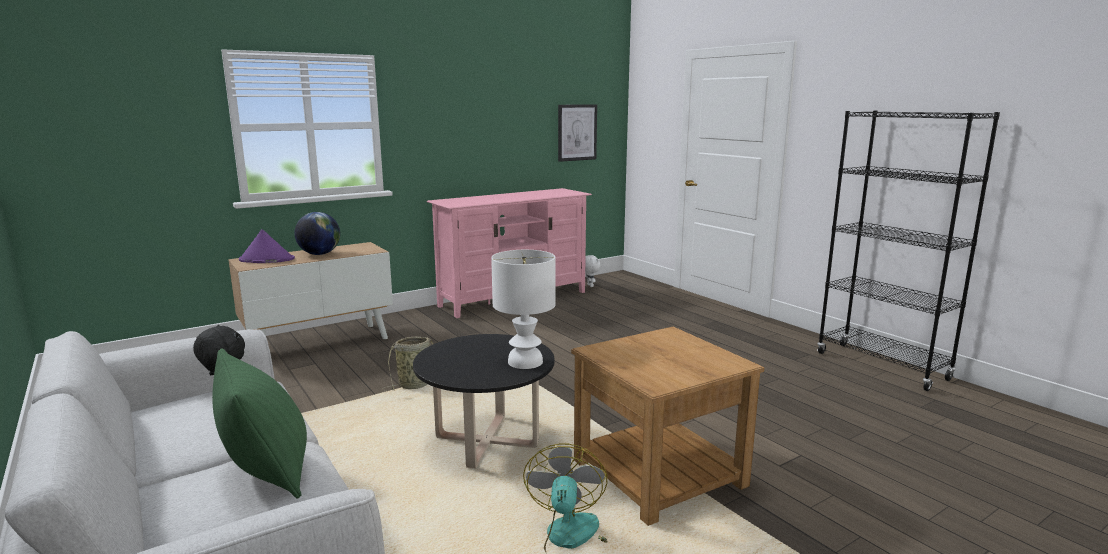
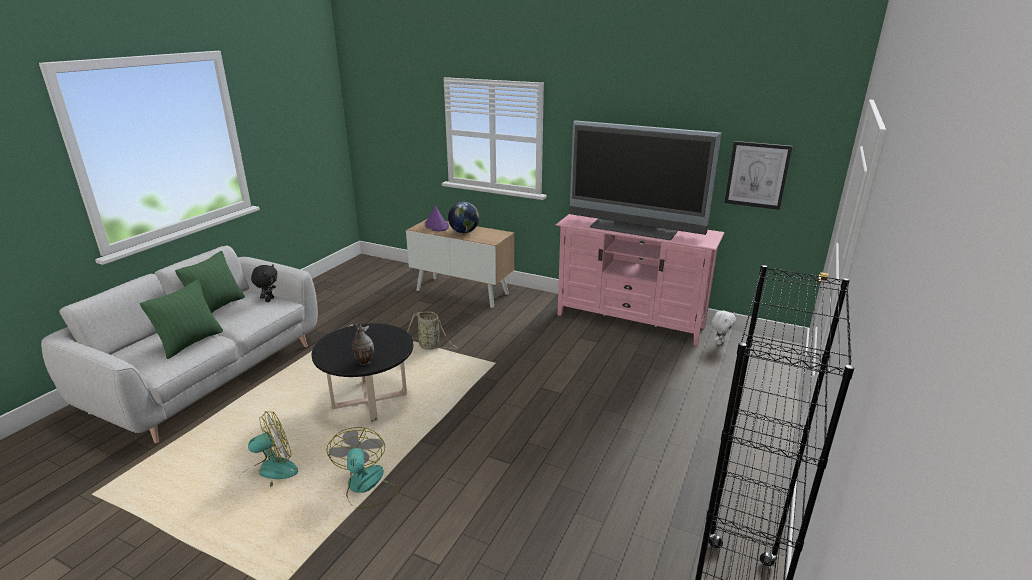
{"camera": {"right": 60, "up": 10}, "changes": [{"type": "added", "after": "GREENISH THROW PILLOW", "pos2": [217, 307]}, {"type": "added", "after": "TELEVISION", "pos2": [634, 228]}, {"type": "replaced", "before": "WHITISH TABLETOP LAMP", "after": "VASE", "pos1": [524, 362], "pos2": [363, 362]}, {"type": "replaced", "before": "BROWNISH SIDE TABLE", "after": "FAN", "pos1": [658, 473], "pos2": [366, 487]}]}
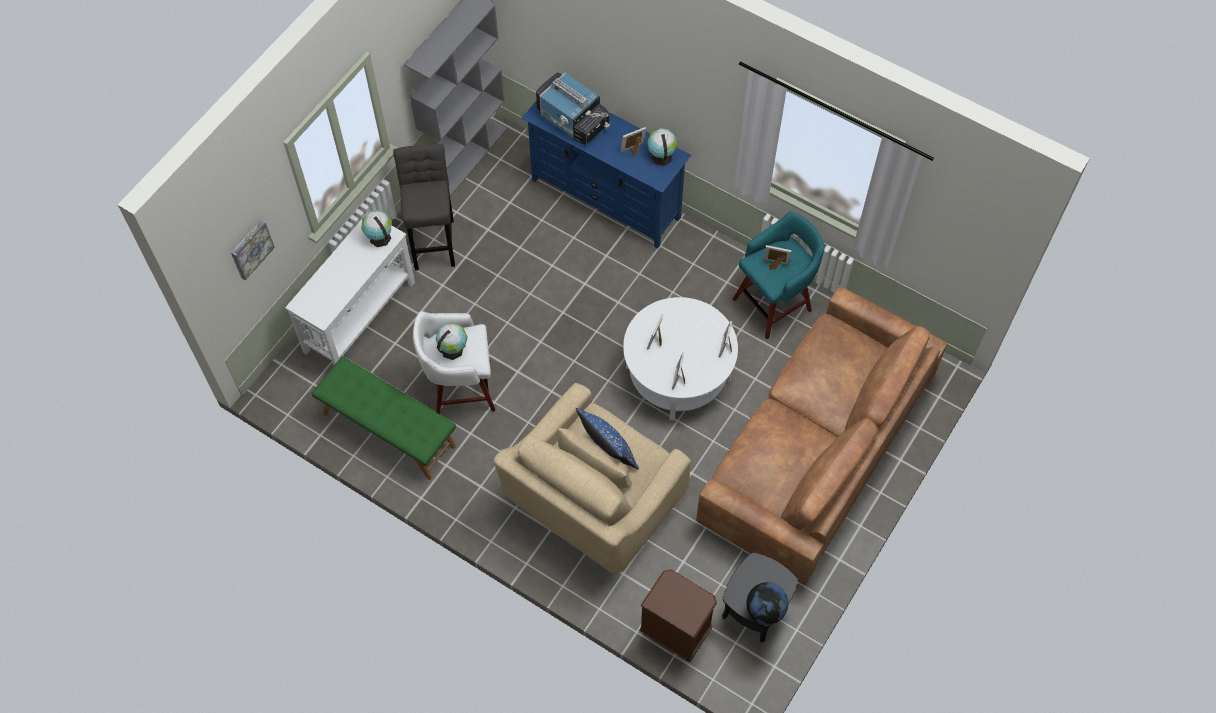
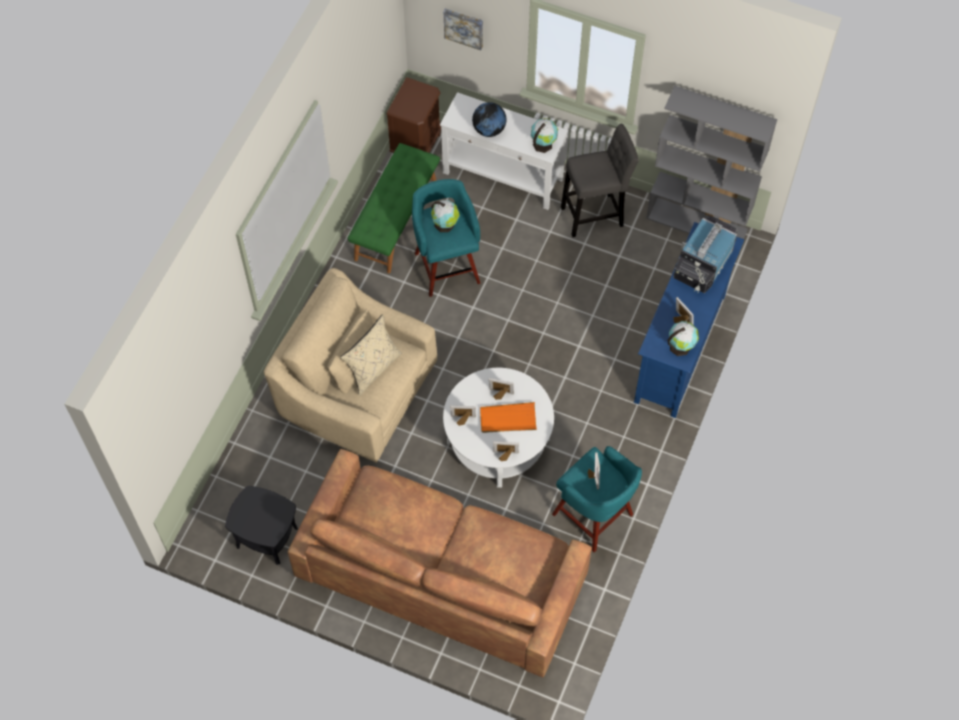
{"camera": {"right": 80, "up": 0}, "changes": [{"type": "added", "after": "ORANGEY TRAY", "pos2": [508, 419]}, {"type": "moved", "before": "BROWNISH NIGHT TABLE", "pos1": [675, 631], "pos2": [416, 145]}, {"type": "moved", "before": "DESK GLOBE", "pos1": [765, 610], "pos2": [489, 130]}, {"type": "recoloured", "before": "WHITISH STOOL", "after": "TURQUOISE-COLOURED STOOL", "pos1": [460, 388], "pos2": [446, 266]}, {"type": "recoloured", "before": "BLUE THROW PILLOW", "after": "BEIGE THROW PILLOW", "pos1": [607, 452], "pos2": [373, 369]}]}
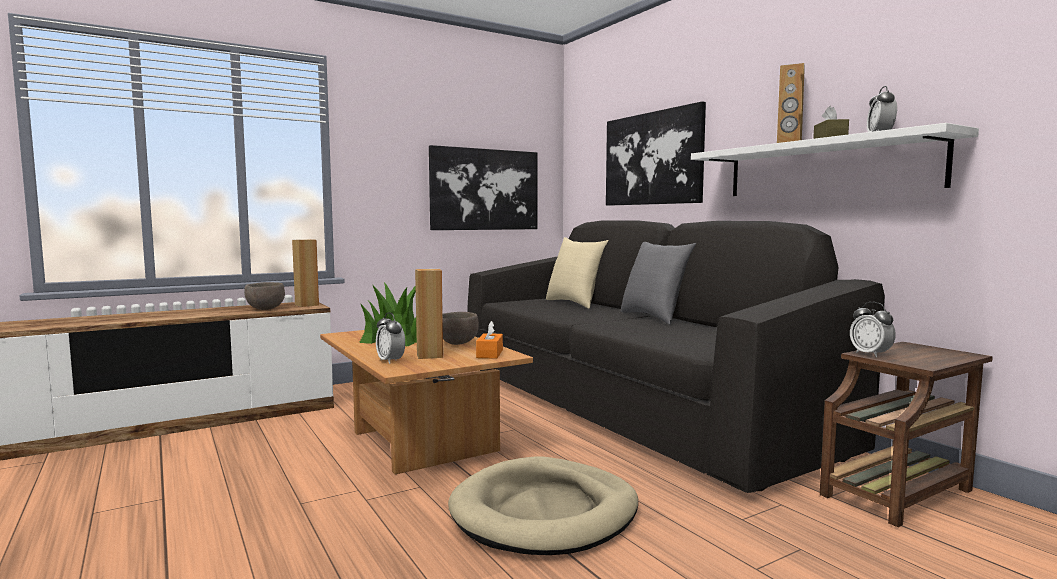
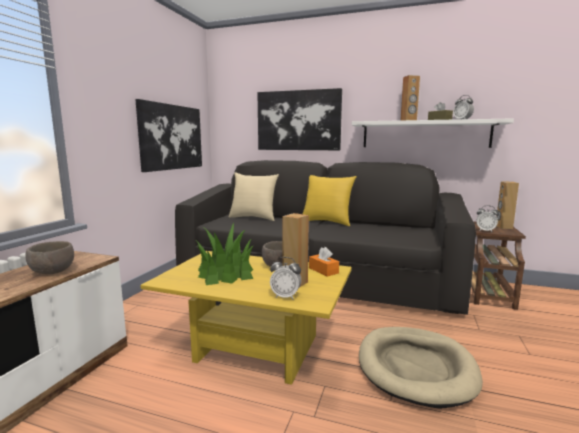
{"camera": {"right": -40, "up": 5}, "changes": [{"type": "moved", "before": "BROWNISH LOUDSPEAKER", "pos1": [306, 305], "pos2": [503, 227]}, {"type": "recoloured", "before": "BROWNISH COFFEE TABLE", "after": "YELLOW-COLOURED COFFEE TABLE", "pos1": [419, 441], "pos2": [254, 349]}, {"type": "recoloured", "before": "GREYISH THROW PILLOW", "after": "YELLOW-COLOURED THROW PILLOW", "pos1": [654, 317], "pos2": [327, 222]}]}
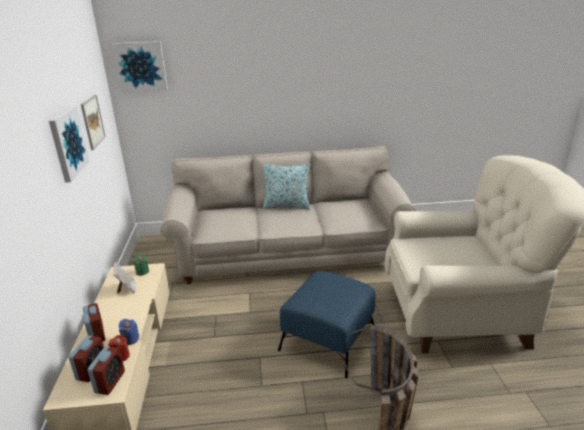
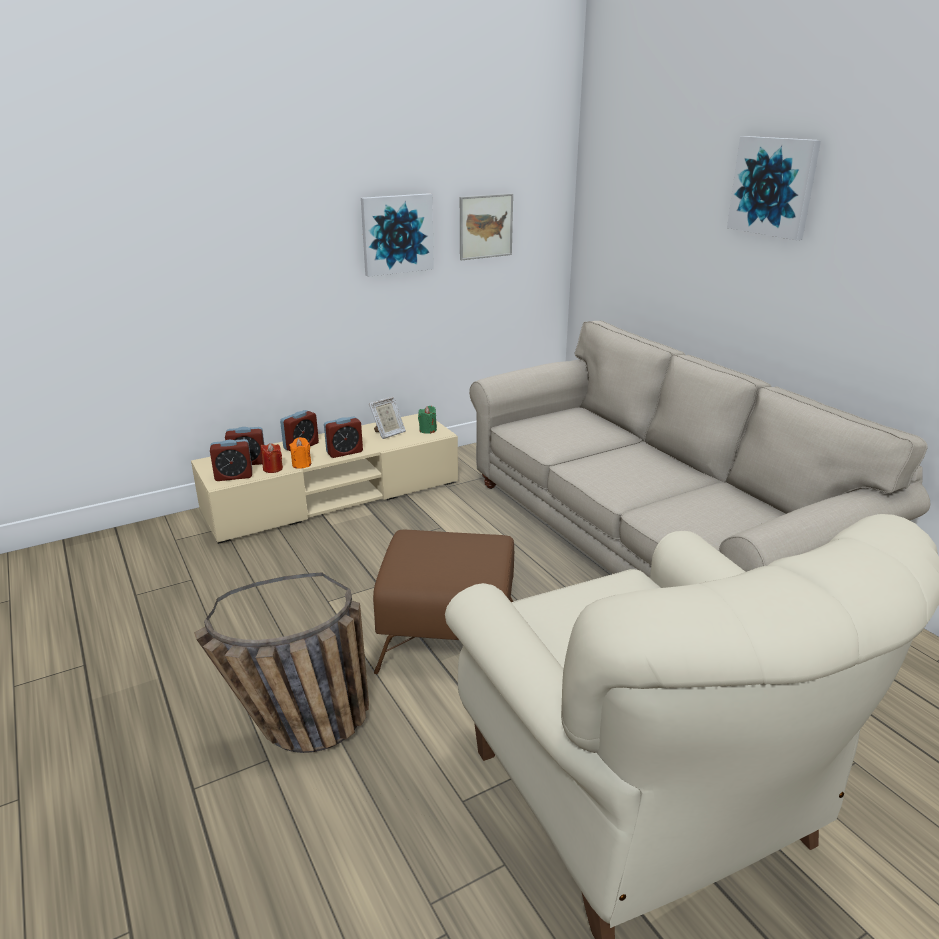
{"camera": {"right": 65, "up": 0}, "changes": [{"type": "removed", "before": "THROW PILLOW", "pos1": [287, 206]}, {"type": "added", "after": "TABLE CLOCK", "pos2": [344, 452]}, {"type": "moved", "before": "PICTURE", "pos1": [141, 66], "pos2": [773, 186]}, {"type": "recoloured", "before": "BLUE WAX CANDLE", "after": "ORANGEY WAX CANDLE", "pos1": [130, 339], "pos2": [301, 464]}, {"type": "recoloured", "before": "BLUE FOOTREST", "after": "BROWNISH FOOTREST", "pos1": [329, 339], "pos2": [449, 636]}]}
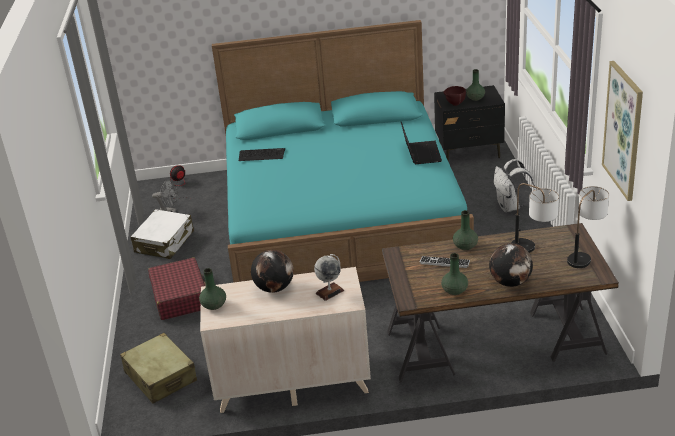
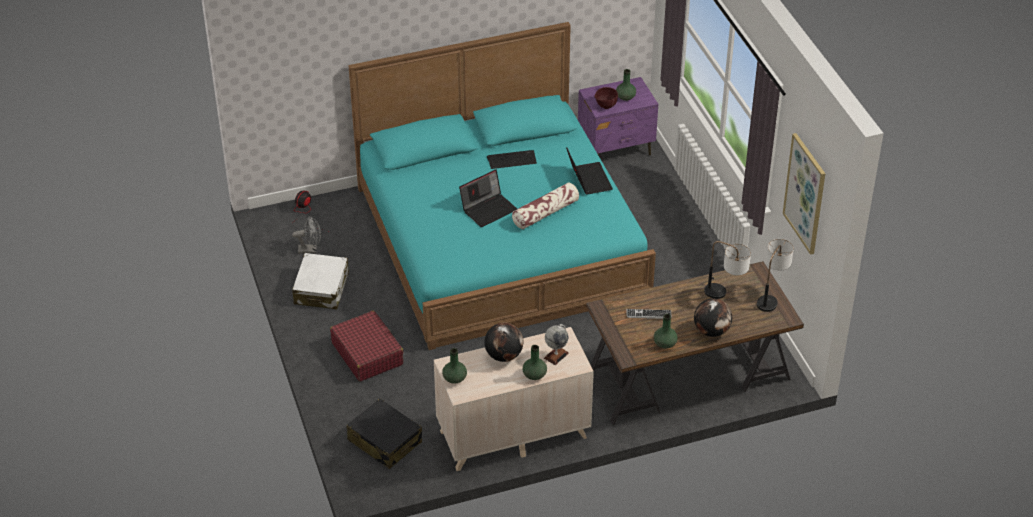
{"camera": {"right": -15, "up": 10}, "changes": [{"type": "removed", "before": "WHITISH RUCKSACK", "pos1": [510, 207]}, {"type": "added", "after": "PORTABLE COMPUTER", "pos2": [488, 209]}, {"type": "added", "after": "THROW PILLOW", "pos2": [545, 213]}, {"type": "moved", "before": "COMPUTER KEYBOARD", "pos1": [261, 155], "pos2": [512, 160]}, {"type": "moved", "before": "GREENISH VASE", "pos1": [465, 246], "pos2": [534, 375]}, {"type": "recoloured", "before": "BEIGE SUITCASE", "after": "BLACKISH SUITCASE", "pos1": [160, 377], "pos2": [384, 441]}, {"type": "recoloured", "before": "BLACKISH NIGHT TABLE", "after": "PURPLE NIGHT TABLE", "pos1": [469, 152], "pos2": [616, 149]}]}
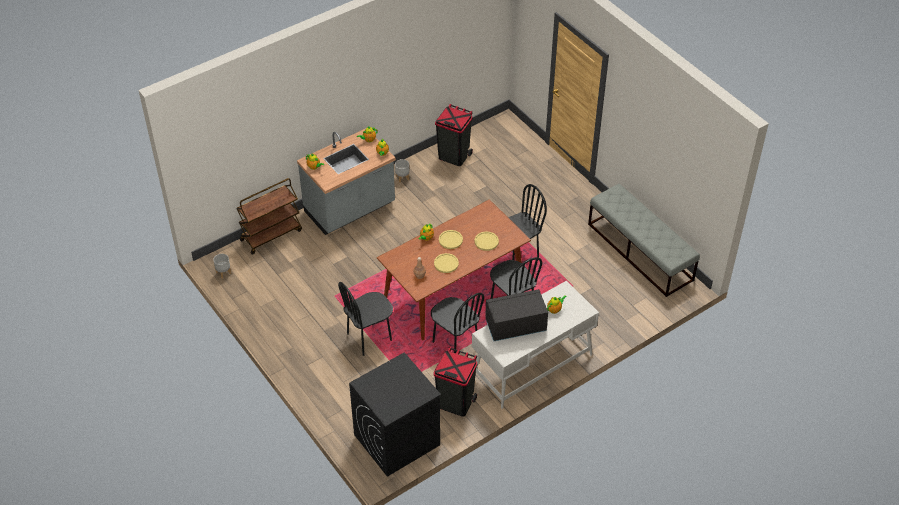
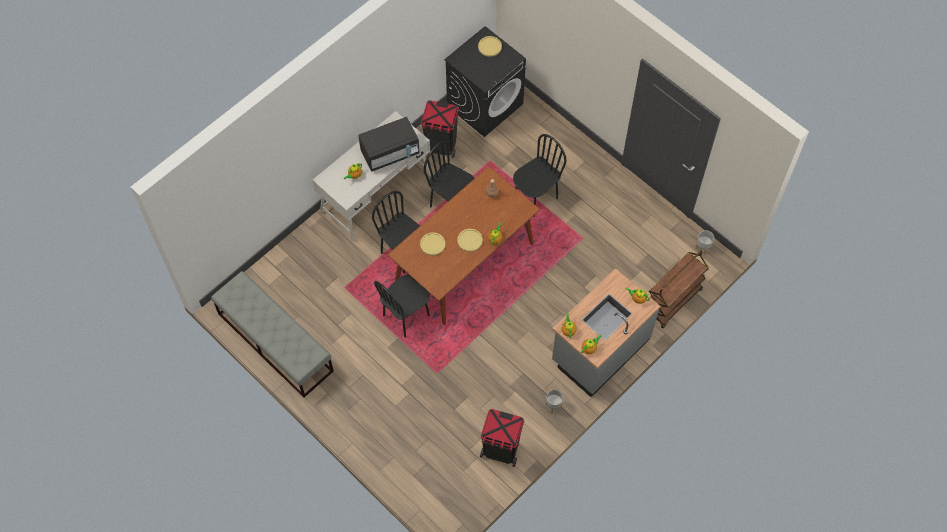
{"camera": {"right": 170, "up": 15}, "changes": [{"type": "moved", "before": "YELLOW-COLOURED FLAT DISH", "pos1": [446, 263], "pos2": [489, 46]}]}
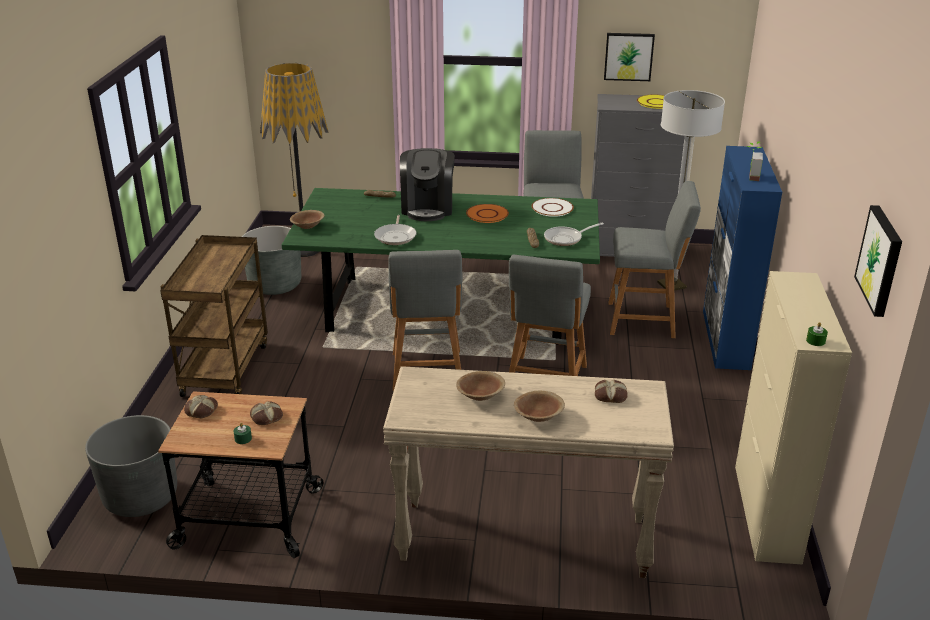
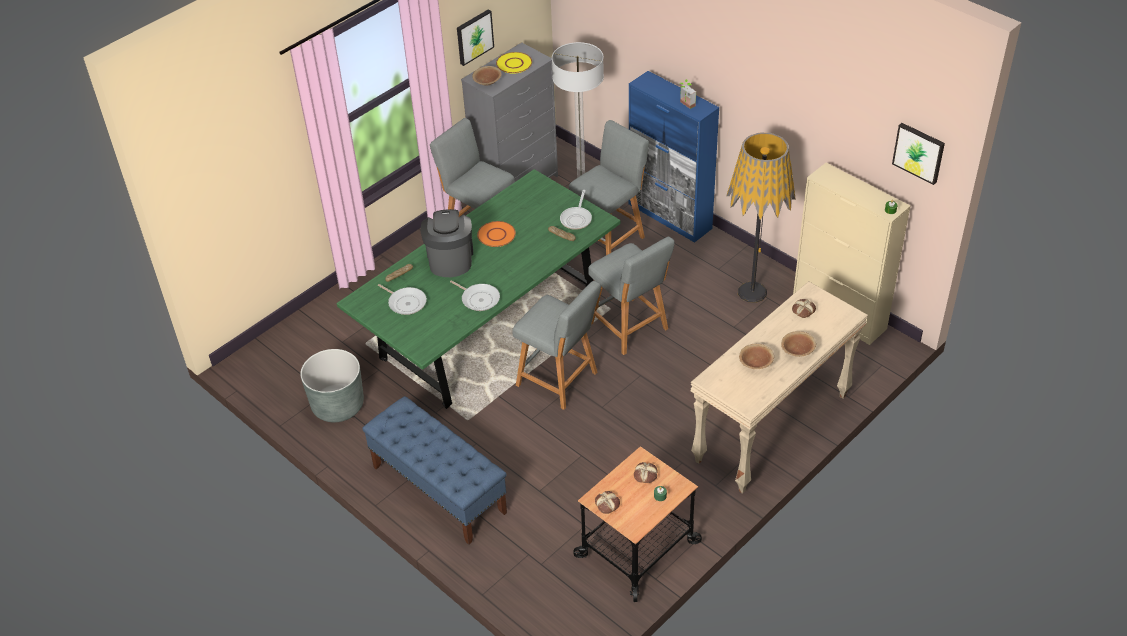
{"camera": {"right": -50, "up": 15}, "changes": [{"type": "removed", "before": "GREYISH FLOWER POT", "pos1": [141, 497]}, {"type": "removed", "before": "WHITISH FLAT DISH", "pos1": [552, 208]}, {"type": "added", "after": "SKILLET", "pos2": [406, 302]}, {"type": "moved", "before": "FLOOR LAMP", "pos1": [305, 250], "pos2": [752, 292]}, {"type": "moved", "before": "BROWNISH BOWL", "pos1": [307, 226], "pos2": [487, 82]}, {"type": "replaced", "before": "BROWNISH CART", "after": "BLUE INDOOR BENCH", "pos1": [225, 368], "pos2": [438, 489]}, {"type": "turned", "before": "COFFEE MAKER", "pos1": [428, 208], "pos2": [450, 259], "turn": -135}]}
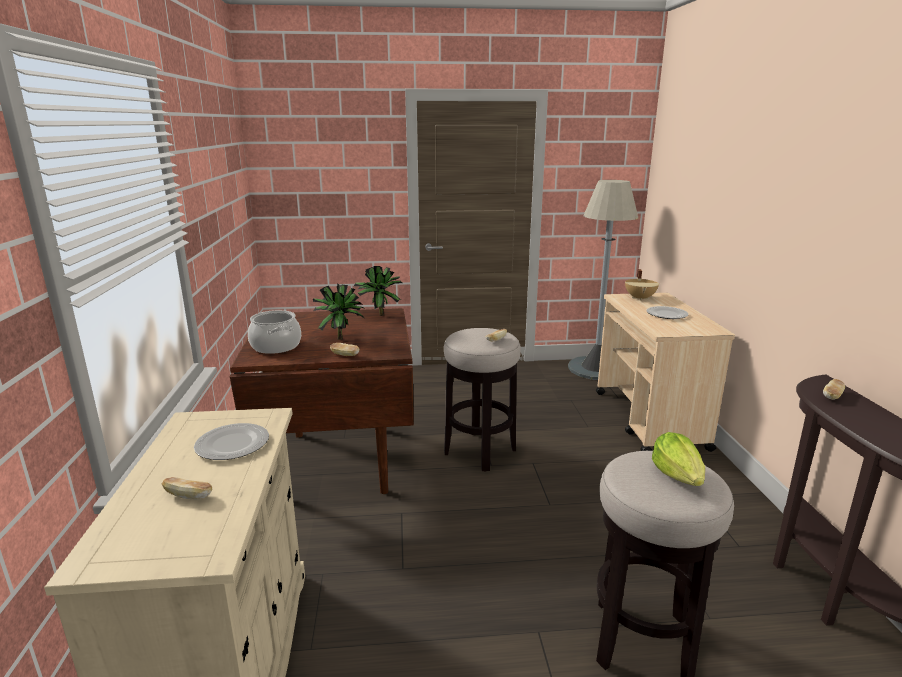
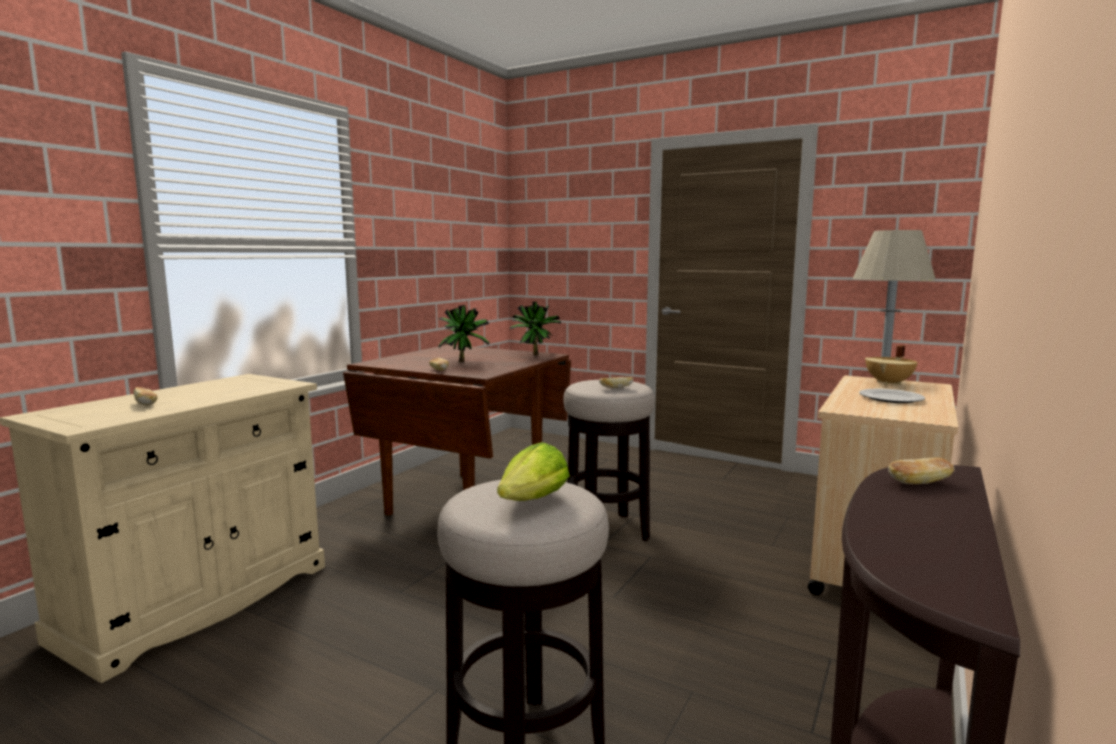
{"camera": {"right": 35, "up": -10}, "changes": [{"type": "removed", "before": "FLAT DISH", "pos1": [232, 444]}, {"type": "removed", "before": "STOCKPOT", "pos1": [275, 346]}]}
